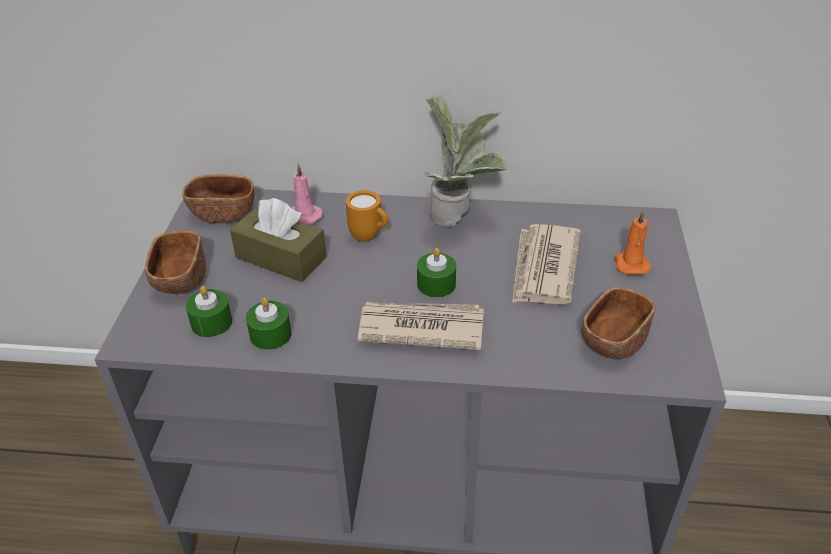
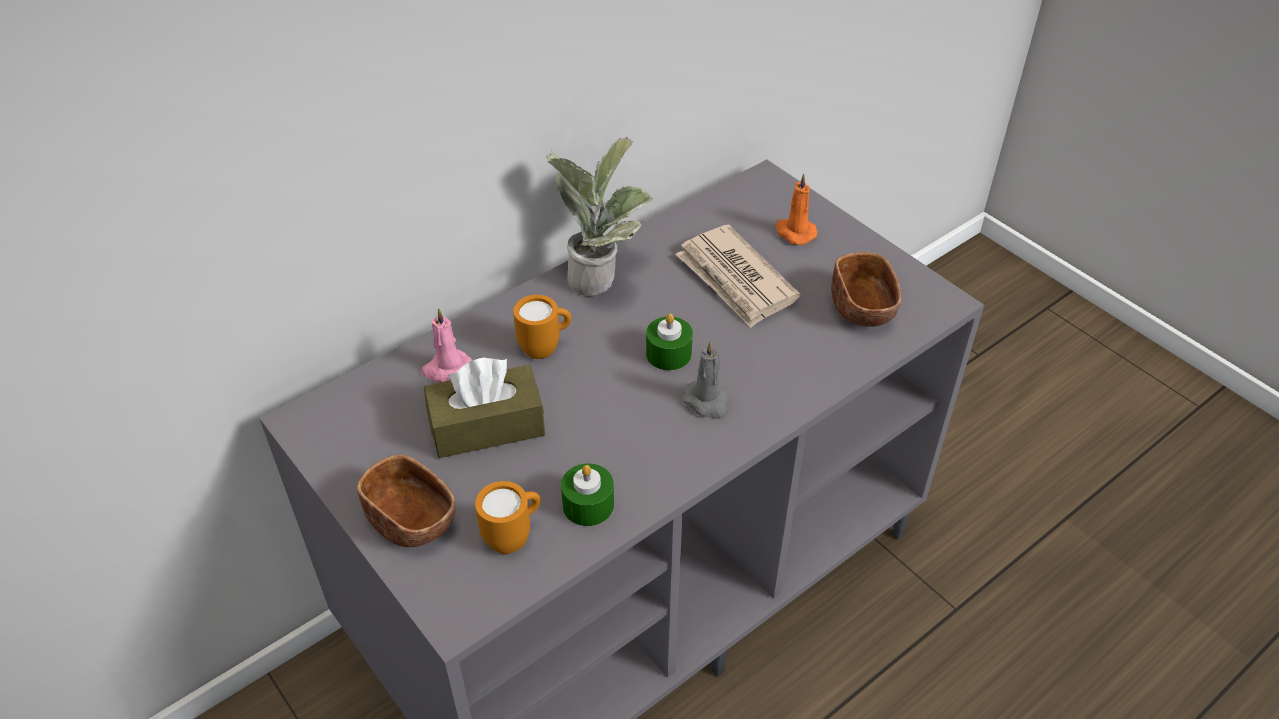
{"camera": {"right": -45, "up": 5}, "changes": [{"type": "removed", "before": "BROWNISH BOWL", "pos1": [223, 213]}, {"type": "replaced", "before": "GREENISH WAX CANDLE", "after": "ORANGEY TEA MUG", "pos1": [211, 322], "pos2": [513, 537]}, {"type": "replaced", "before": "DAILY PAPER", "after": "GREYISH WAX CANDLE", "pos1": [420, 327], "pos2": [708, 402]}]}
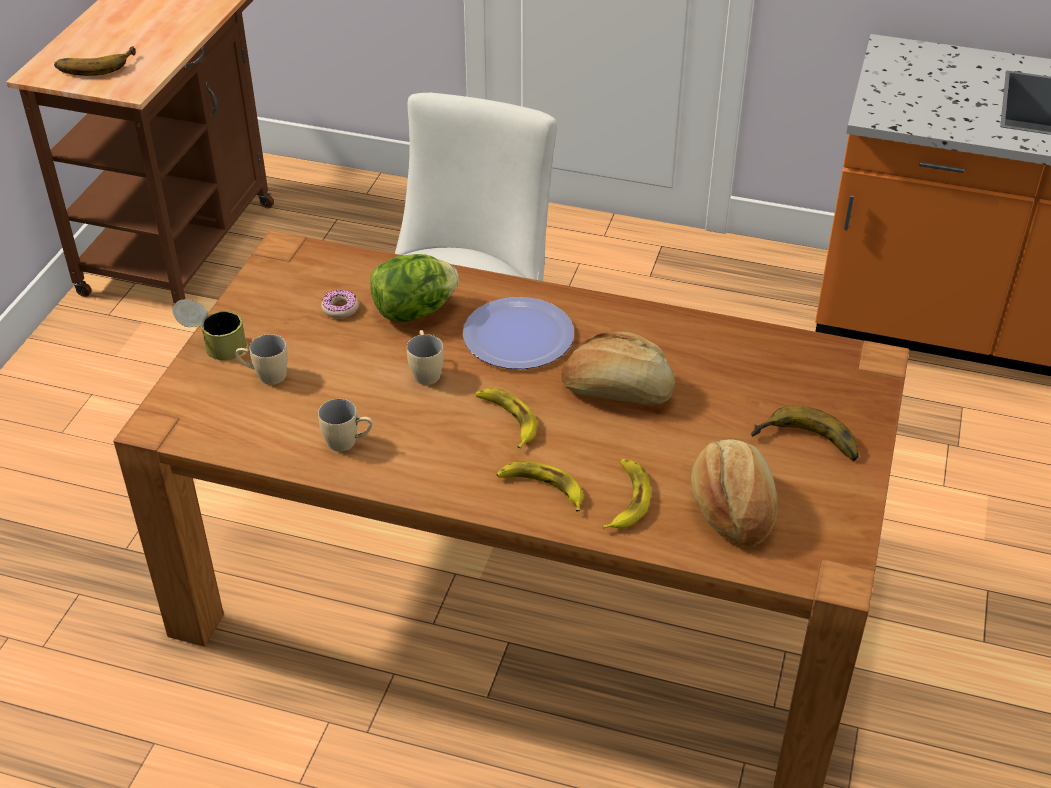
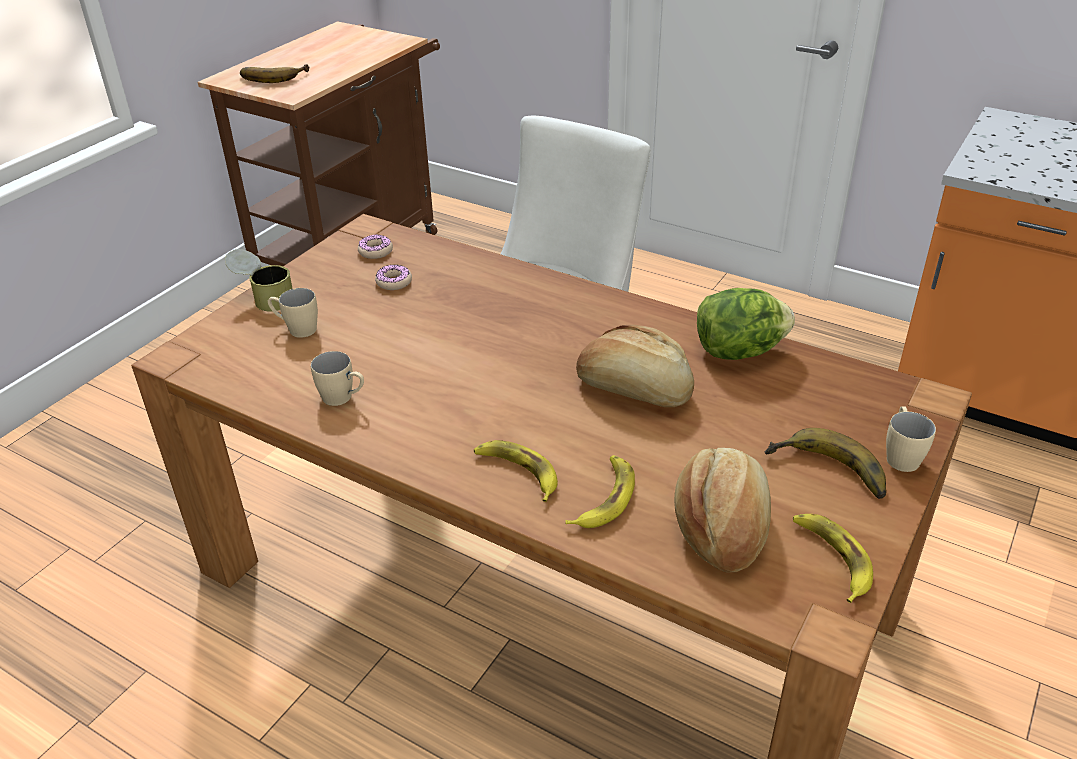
{"camera": {"right": 15, "up": -5}, "changes": [{"type": "removed", "before": "FLAT DISH", "pos1": [518, 335]}, {"type": "added", "after": "DOUGHNUT", "pos2": [375, 251]}, {"type": "moved", "before": "LETTUCE HEAD", "pos1": [414, 311], "pos2": [738, 351]}, {"type": "moved", "before": "BEIGE TEA MUG", "pos1": [425, 371], "pos2": [900, 455]}, {"type": "moved", "before": "BANANA FRUIT", "pos1": [507, 419], "pos2": [832, 558]}]}
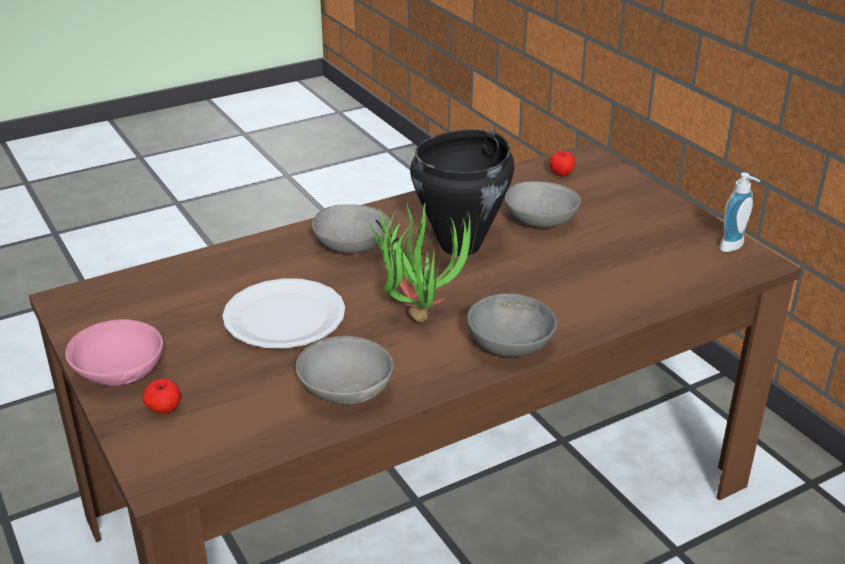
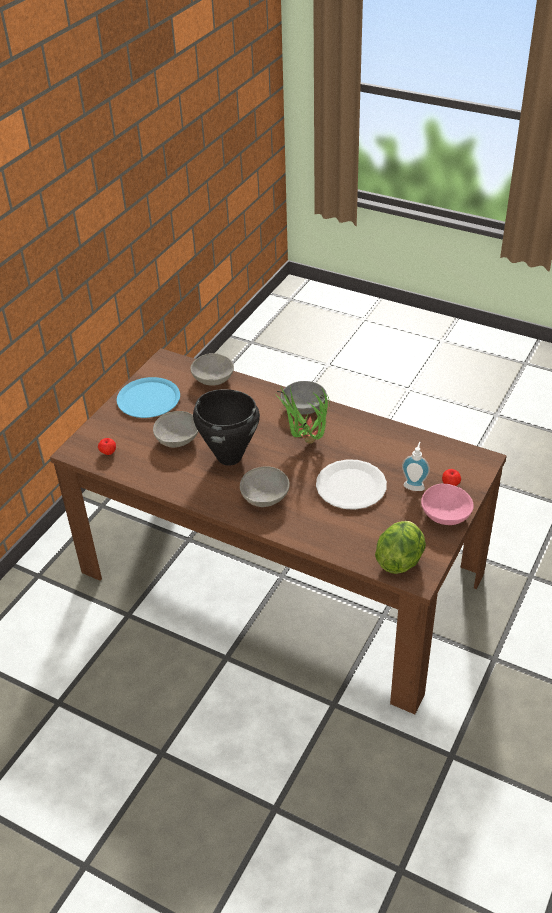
{"camera": {"right": -120, "up": 10}, "changes": [{"type": "added", "after": "BLUE FLAT DISH", "pos2": [148, 399]}, {"type": "added", "after": "LETTUCE HEAD", "pos2": [400, 560]}, {"type": "moved", "before": "GREYISH BOWL", "pos1": [346, 390], "pos2": [212, 379]}, {"type": "moved", "before": "SOAP DISPENSER", "pos1": [735, 247], "pos2": [414, 485]}]}
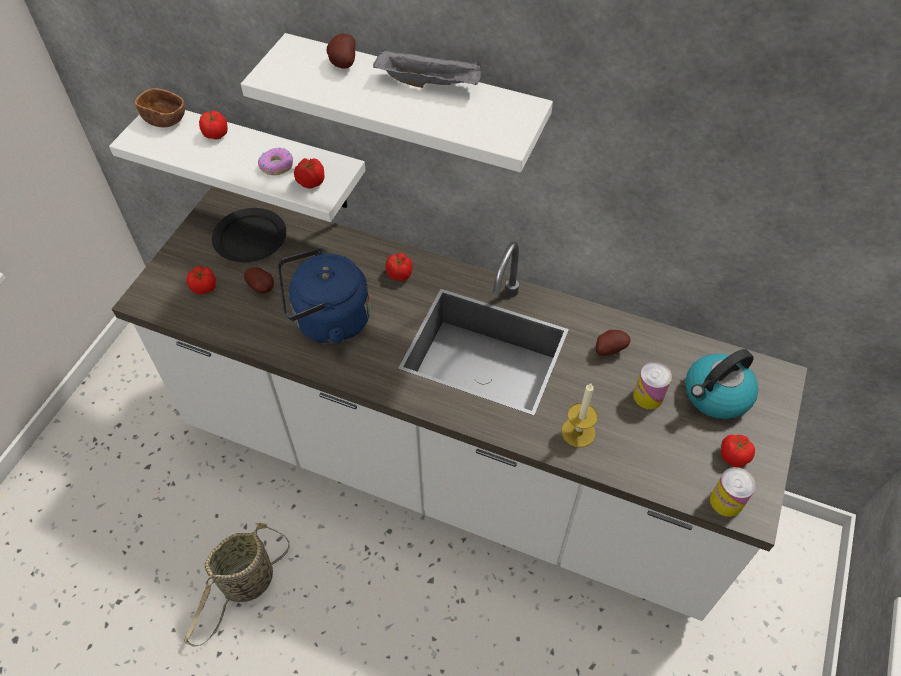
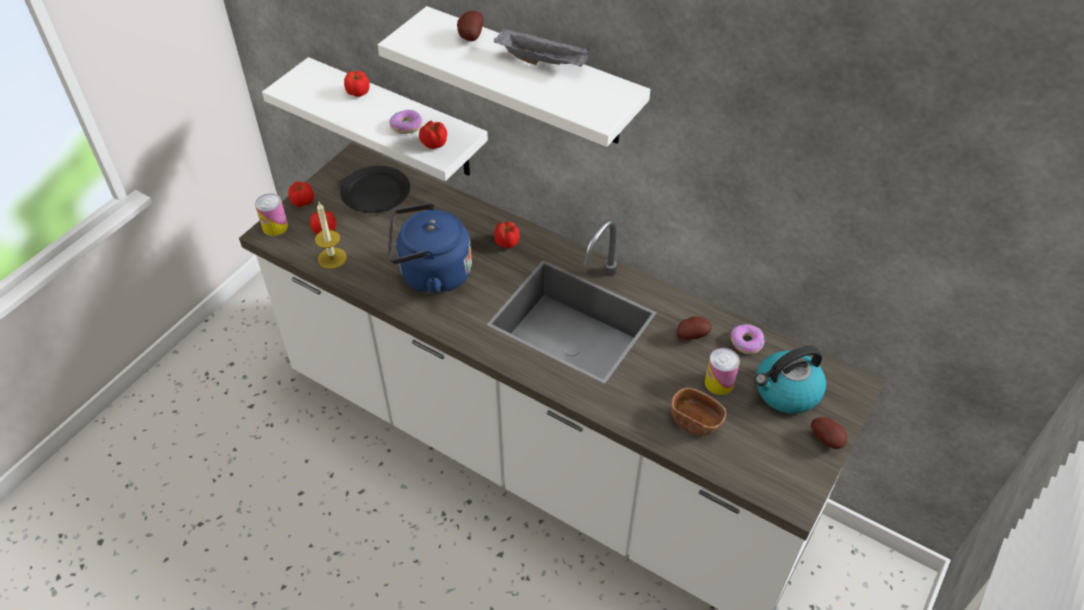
{"camera": {"right": 10, "up": -5}, "changes": [{"type": "removed", "before": "STORAGE BASKET", "pos1": [246, 585]}, {"type": "added", "after": "DOUGHNUT", "pos2": [746, 342]}, {"type": "moved", "before": "BROWNISH BOWL", "pos1": [165, 119], "pos2": [695, 421]}, {"type": "moved", "before": "SPUD", "pos1": [262, 287], "pos2": [827, 440]}, {"type": "moved", "before": "WAX CANDLE", "pos1": [578, 432], "pos2": [332, 258]}, {"type": "moved", "before": "CAN", "pos1": [726, 501], "pos2": [275, 227]}, {"type": "moved", "before": "WHOLE TOMATO", "pos1": [733, 456], "pos2": [302, 201]}]}
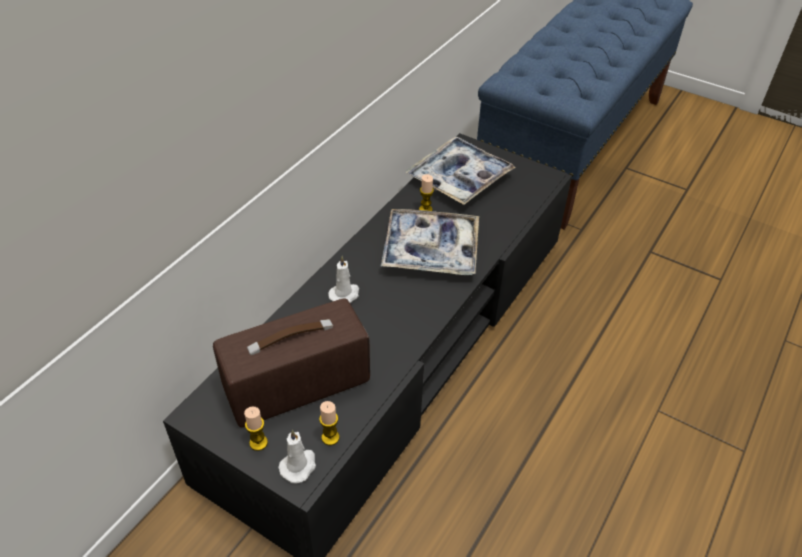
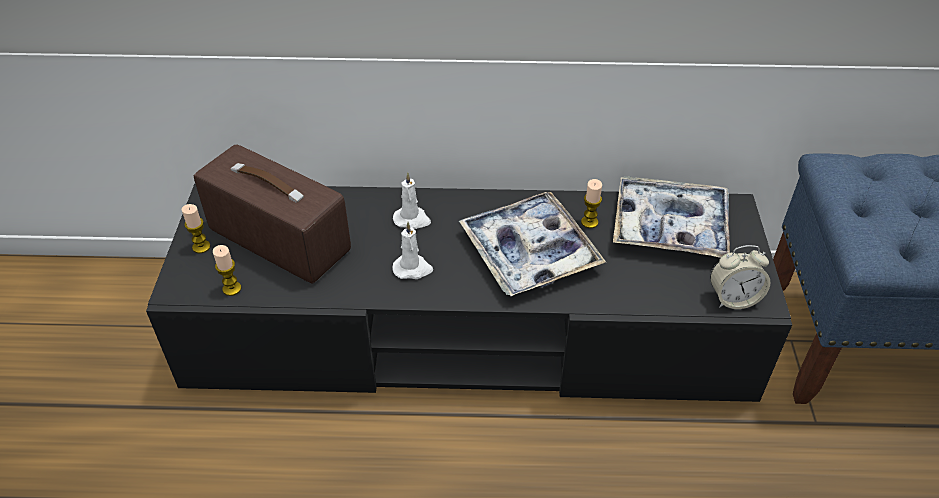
{"camera": {"right": 60, "up": 0}, "changes": [{"type": "added", "after": "TABLE CLOCK", "pos2": [733, 298]}, {"type": "moved", "before": "WHITISH WAX CANDLE", "pos1": [299, 465], "pos2": [413, 269]}]}
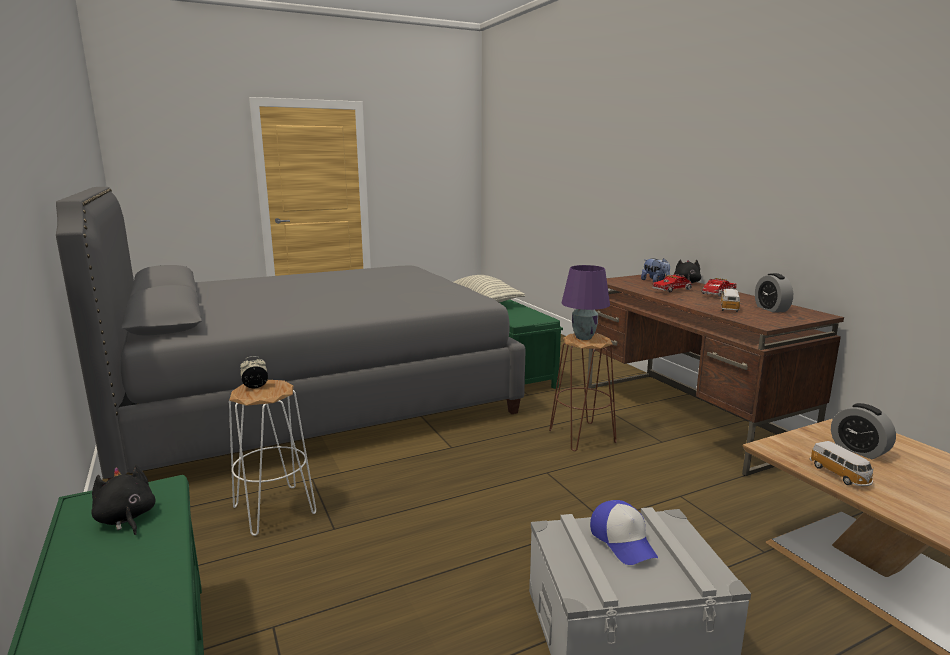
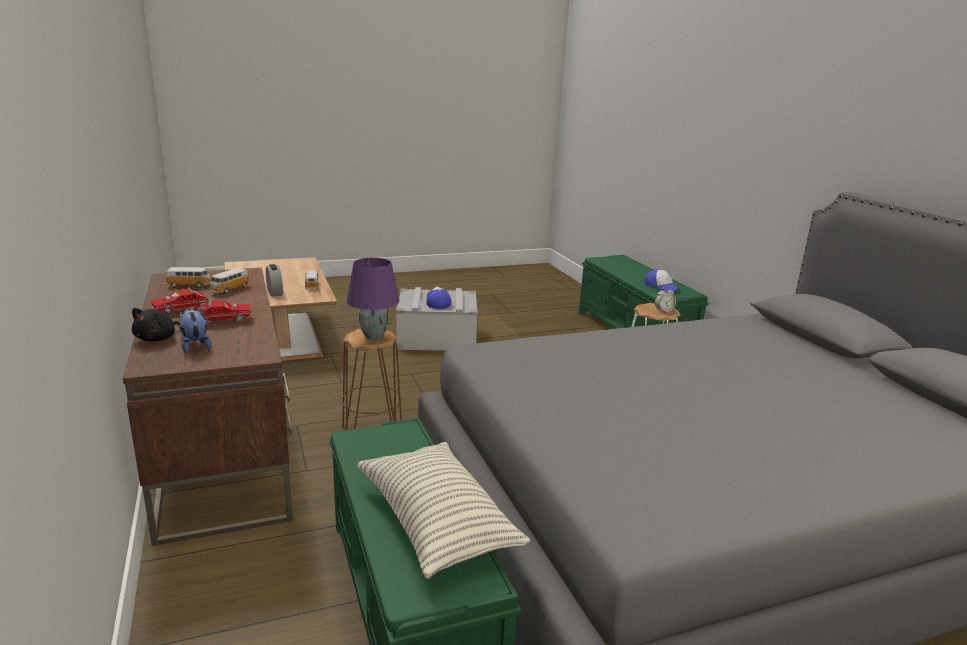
{"camera": {"right": -175, "up": 5}, "changes": [{"type": "replaced", "before": "BLACKISH PLUSH TOY", "after": "CAP", "pos1": [126, 519], "pos2": [661, 287]}, {"type": "replaced", "before": "TABLE CLOCK", "after": "MINIATURE CAR", "pos1": [771, 309], "pos2": [190, 285]}]}
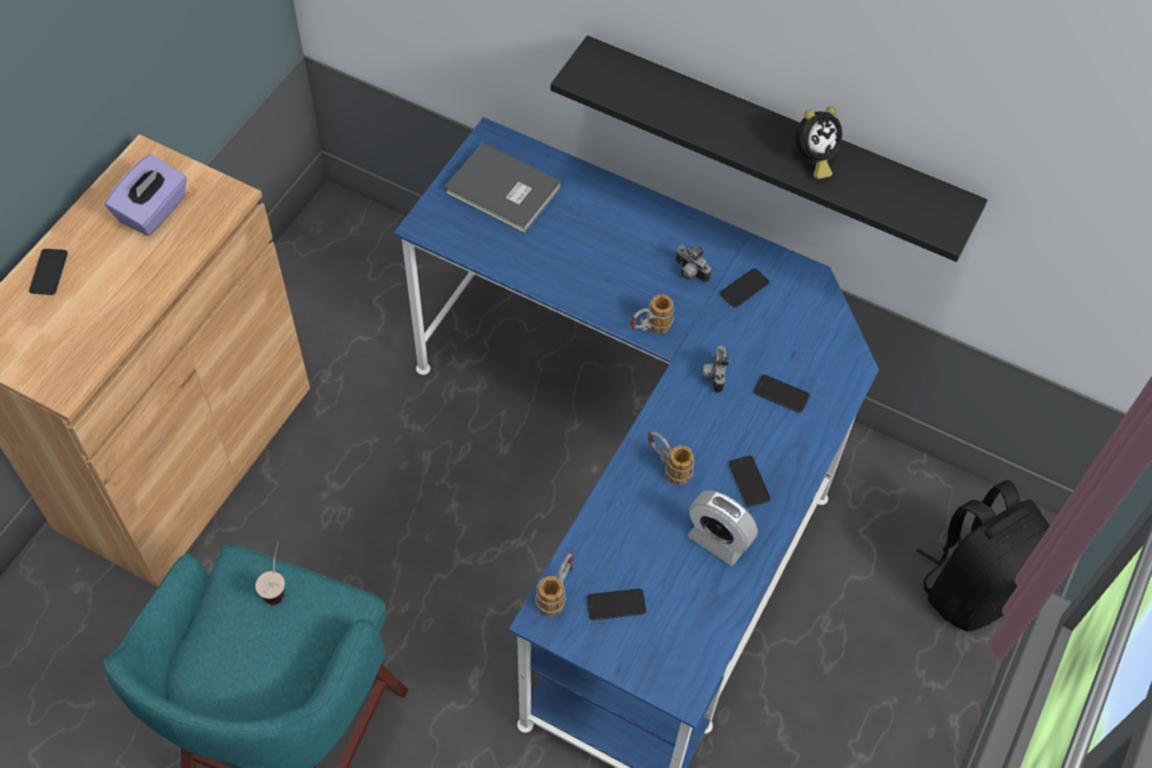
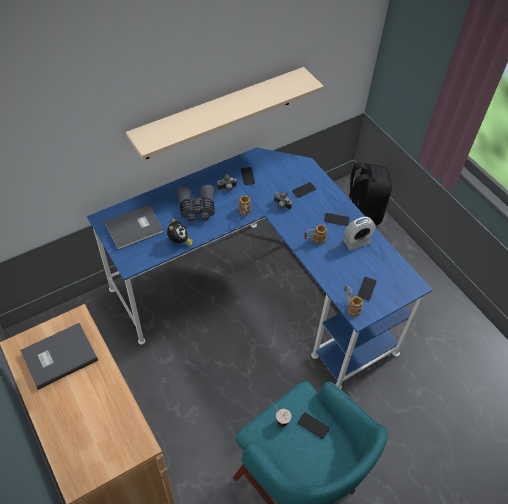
{"camera": {"right": -60, "up": -5}, "changes": [{"type": "added", "after": "GREYISH BINOCULARS", "pos2": [197, 209]}, {"type": "moved", "before": "TELEPHONE", "pos1": [49, 272], "pos2": [313, 425]}, {"type": "moved", "before": "TABLE CLOCK", "pos1": [813, 159], "pos2": [179, 242]}, {"type": "replaced", "before": "PURPLE TISSUE BOX", "after": "GREYISH VOLUME", "pos1": [154, 211], "pos2": [58, 356]}, {"type": "recoloured", "before": "BLACKISH SHELF", "after": "BEIGE SHELF", "pos1": [774, 144], "pos2": [219, 114]}]}
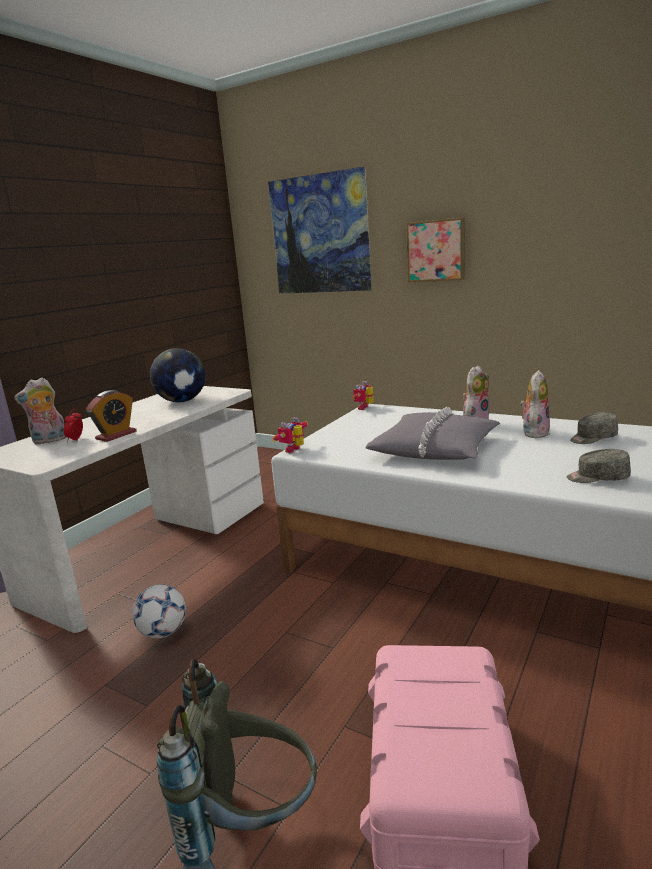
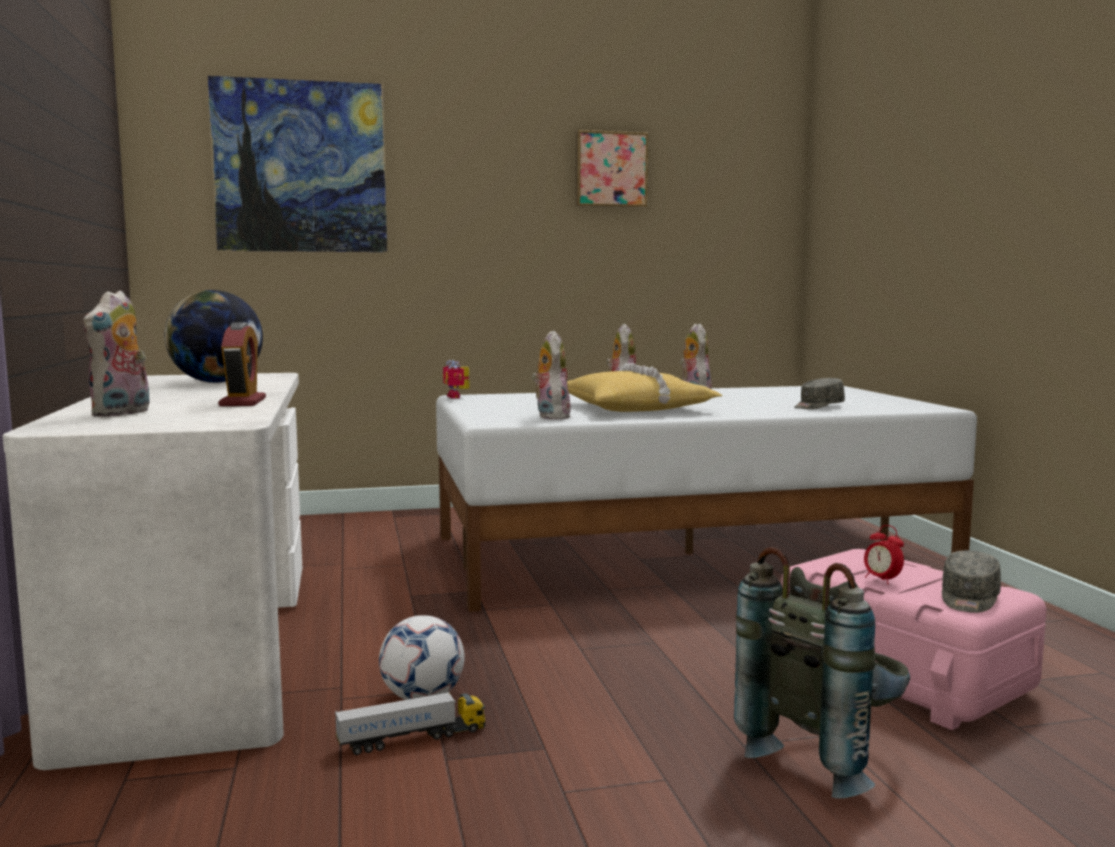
{"camera": {"right": -45, "up": -10}, "changes": [{"type": "removed", "before": "MODEL ROBOT", "pos1": [295, 450]}, {"type": "added", "after": "TOY TRUCK", "pos2": [412, 739]}, {"type": "added", "after": "PLUSH TOY", "pos2": [550, 417]}, {"type": "moved", "before": "TABLE CLOCK", "pos1": [76, 440], "pos2": [882, 580]}, {"type": "moved", "before": "PICTURE", "pos1": [436, 250], "pos2": [610, 170]}, {"type": "moved", "before": "GREYISH CAP", "pos1": [592, 438], "pos2": [969, 599]}, {"type": "recoloured", "before": "GREYISH THROW PILLOW", "after": "YELLOW-COLOURED THROW PILLOW", "pos1": [435, 448], "pos2": [637, 408]}]}
